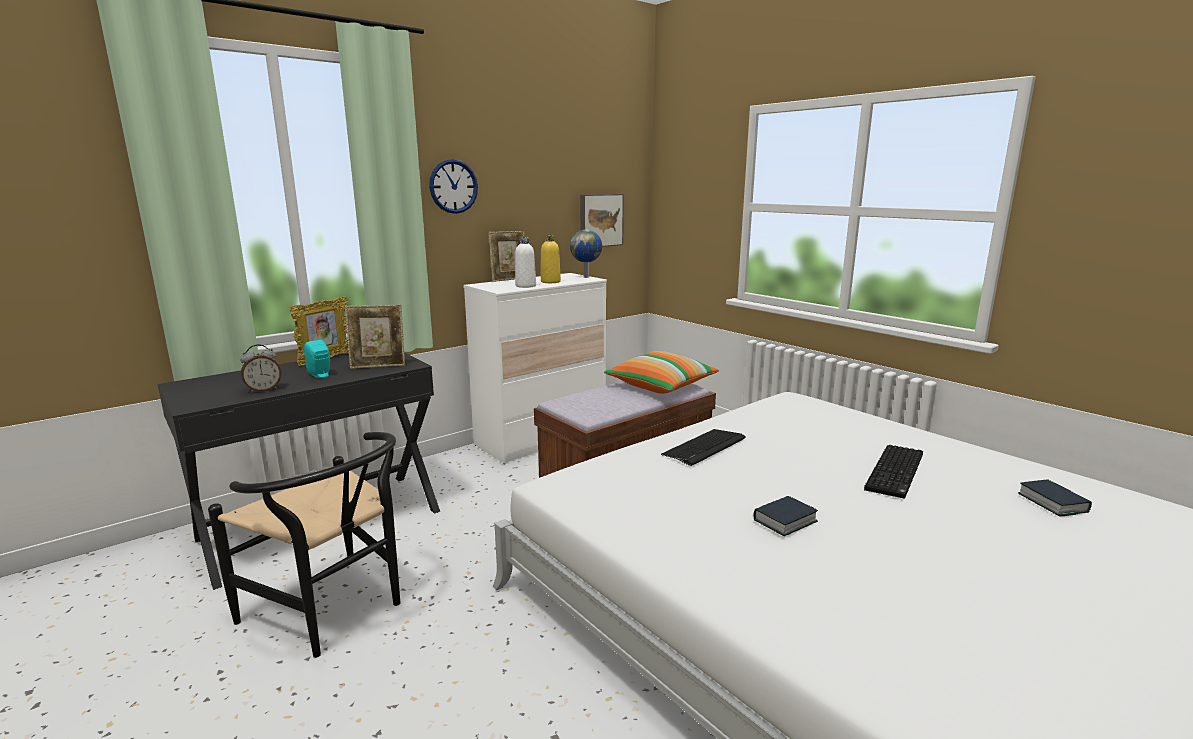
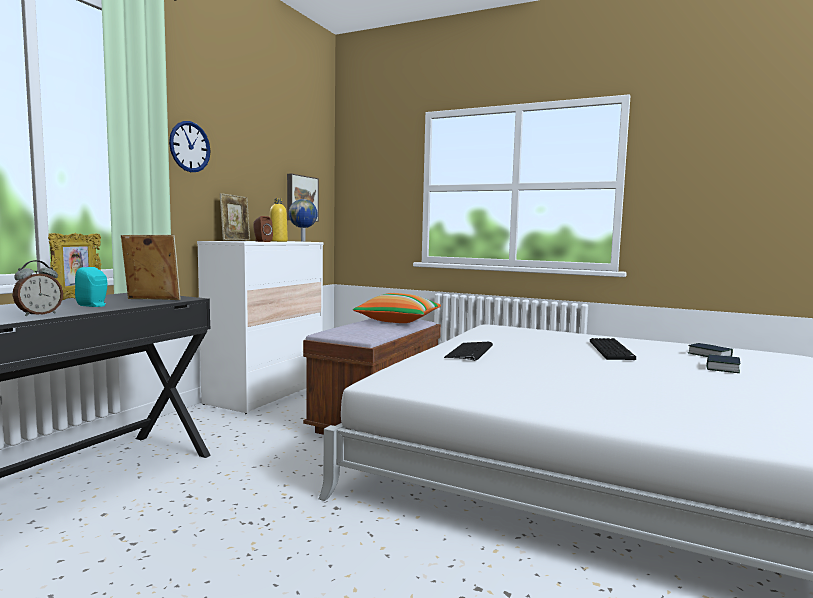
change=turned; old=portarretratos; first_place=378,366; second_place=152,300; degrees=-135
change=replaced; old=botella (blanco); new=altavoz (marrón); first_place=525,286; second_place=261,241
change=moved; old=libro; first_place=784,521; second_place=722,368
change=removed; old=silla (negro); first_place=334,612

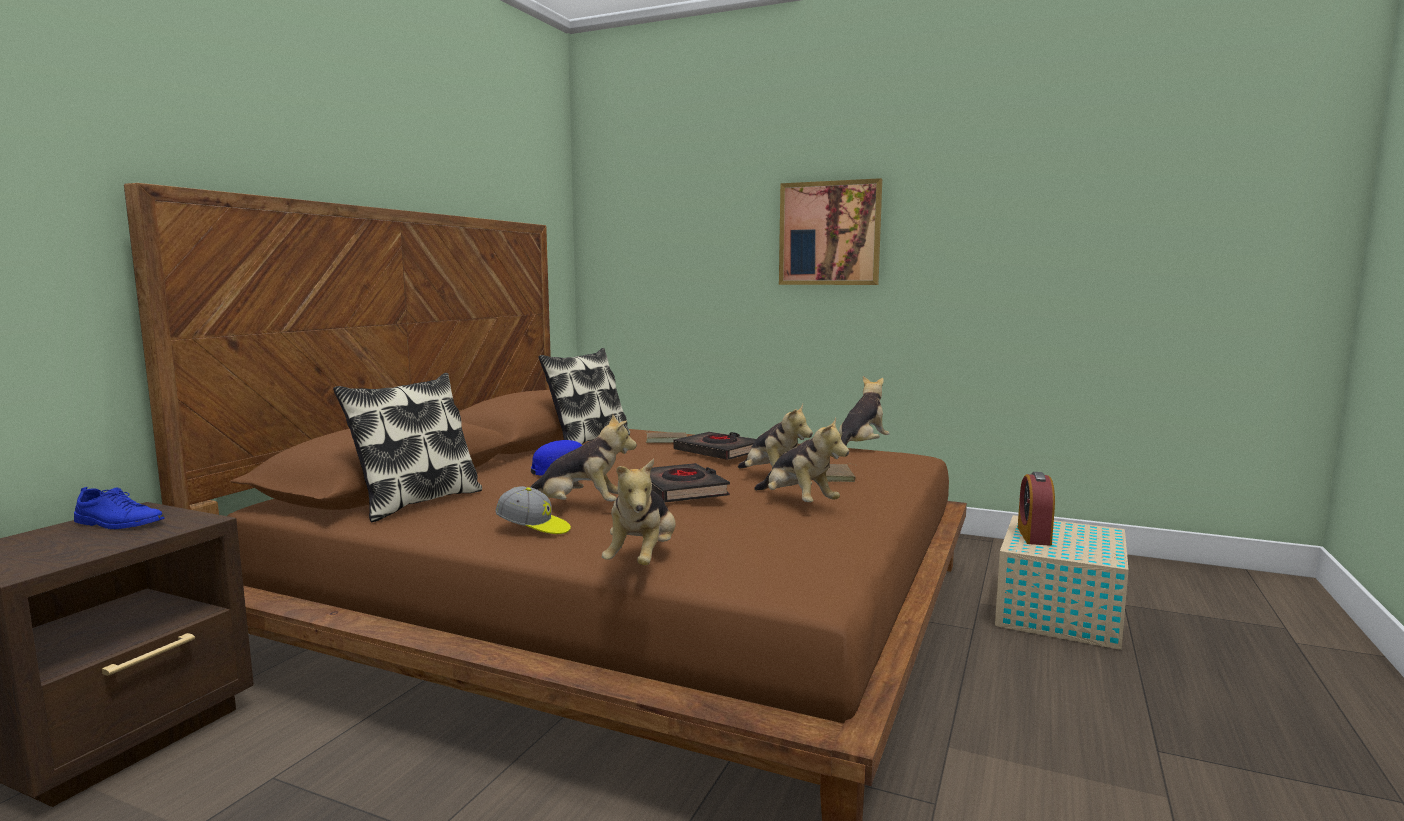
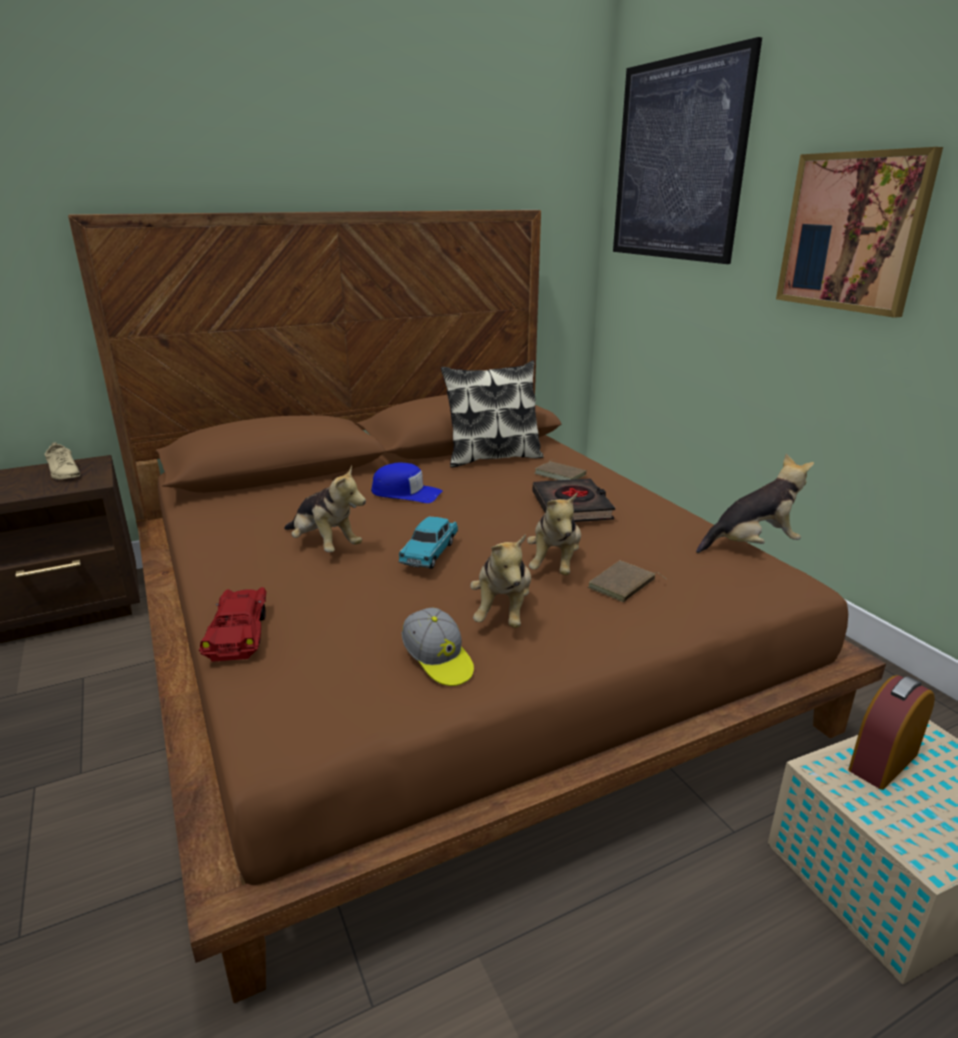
change=recoloured; old=zapato (azul); new=zapato (beis); first_place=119,523; second_place=64,472
change=replaced; old=peluche; new=coche de juguete (rojo); first_place=642,560; second_place=240,632
change=replaced; old=libro (negro); new=coche de juguete (turquesa); first_place=681,490; second_place=429,553
change=moved; old=gorra; first_place=534,528; second_place=438,661
change=added; new=cuadro; second_place=677,161
change=removed; old=cojín; first_place=416,502

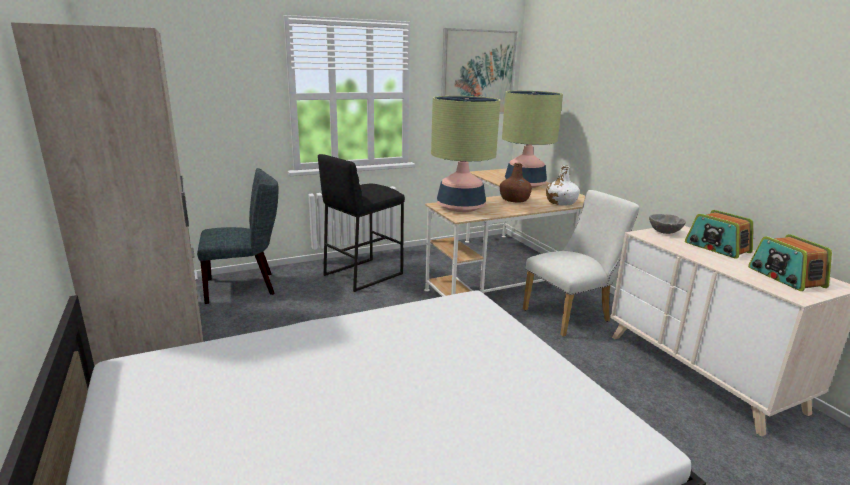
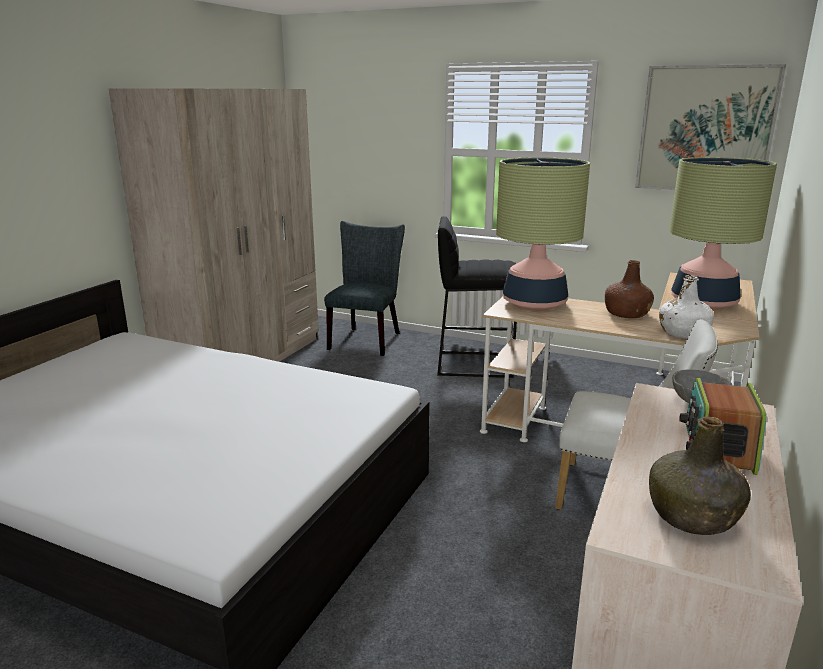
change=turned; old=silla (gris); first_place=245,286; second_place=367,339; degrees=-105
change=replaced; old=radio; new=botella (verde); first_place=785,277; second_place=693,516

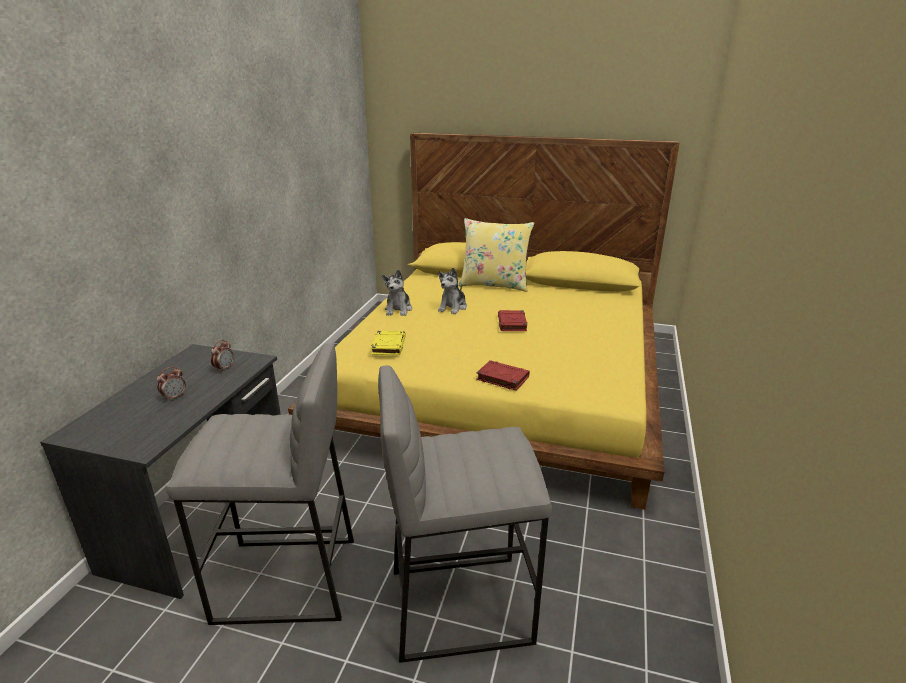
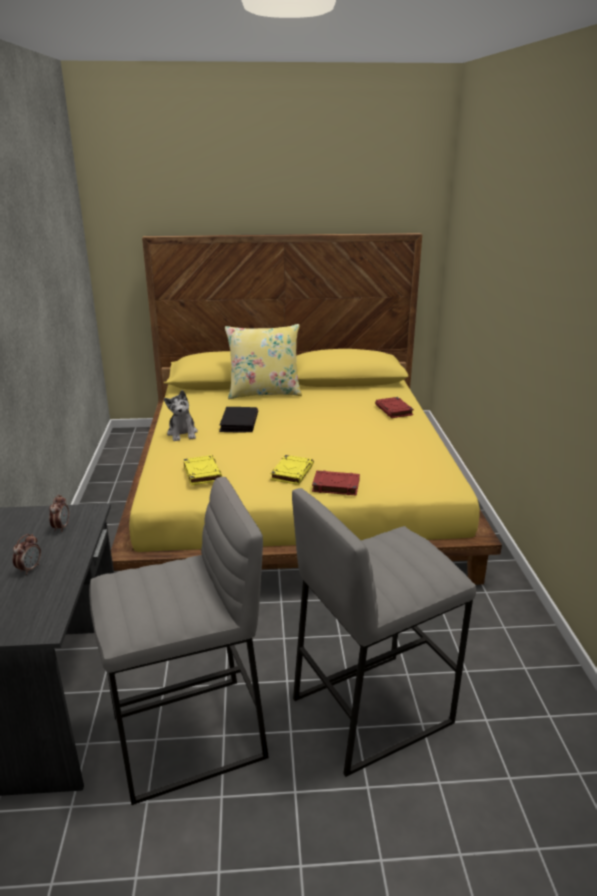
change=replaced; old=peluche; new=libro (negro); first_place=453,307; second_place=239,422
change=added; new=libro (amarillo); second_place=292,472
change=moved; old=libro (rojo); first_place=512,324; second_place=394,410

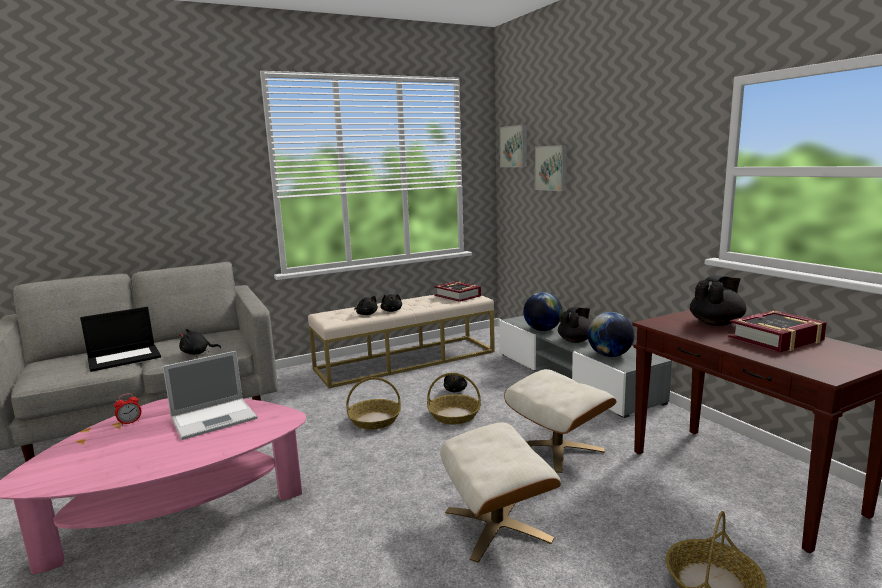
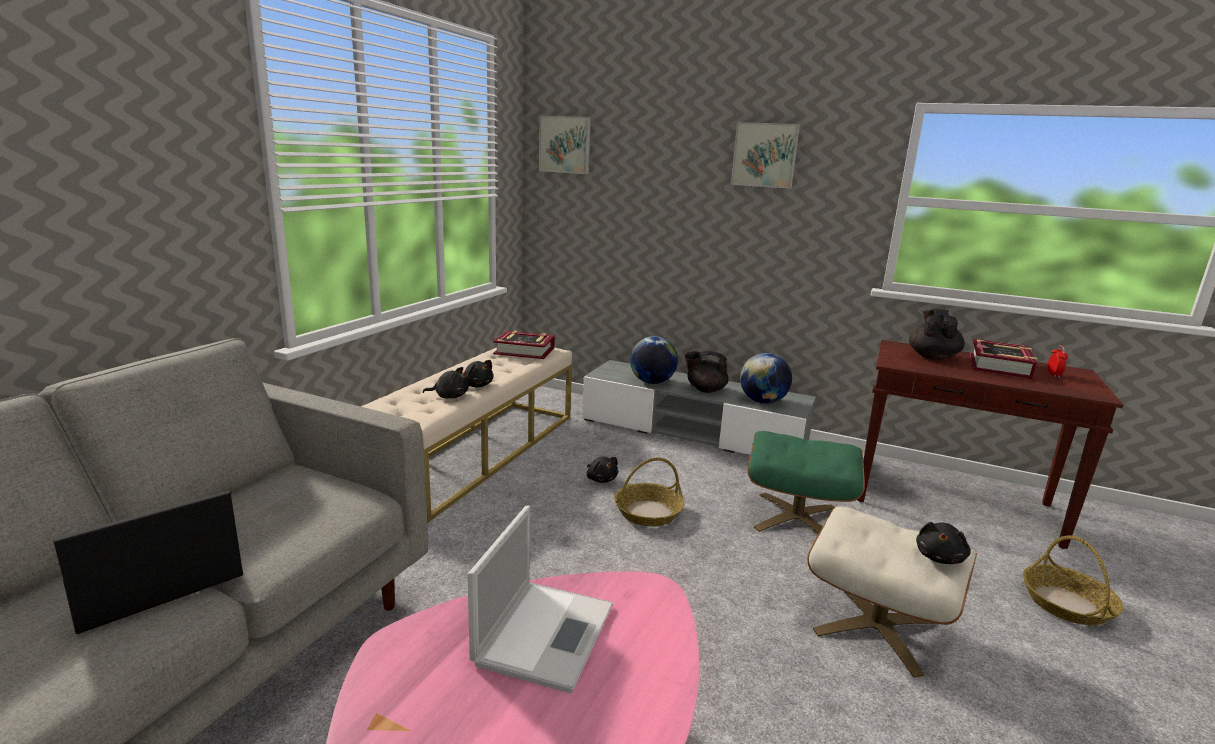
change=turned; old=portátil; first_place=125,358; second_place=154,582; degrees=-150
change=turned; old=tetera (negro); first_place=576,340; second_place=705,390; degrees=-90
change=moved; old=cuadro; first_place=552,168; second_place=765,155
change=recoloured; old=puf (beis); new=puf (verde); first_place=558,448; second_place=796,518
change=moved; old=peluche (negro); first_place=197,353; second_place=940,557
change=moved; old=despertador; first_place=130,422; second_place=1053,375
change=removed; old=cesta; first_place=375,420

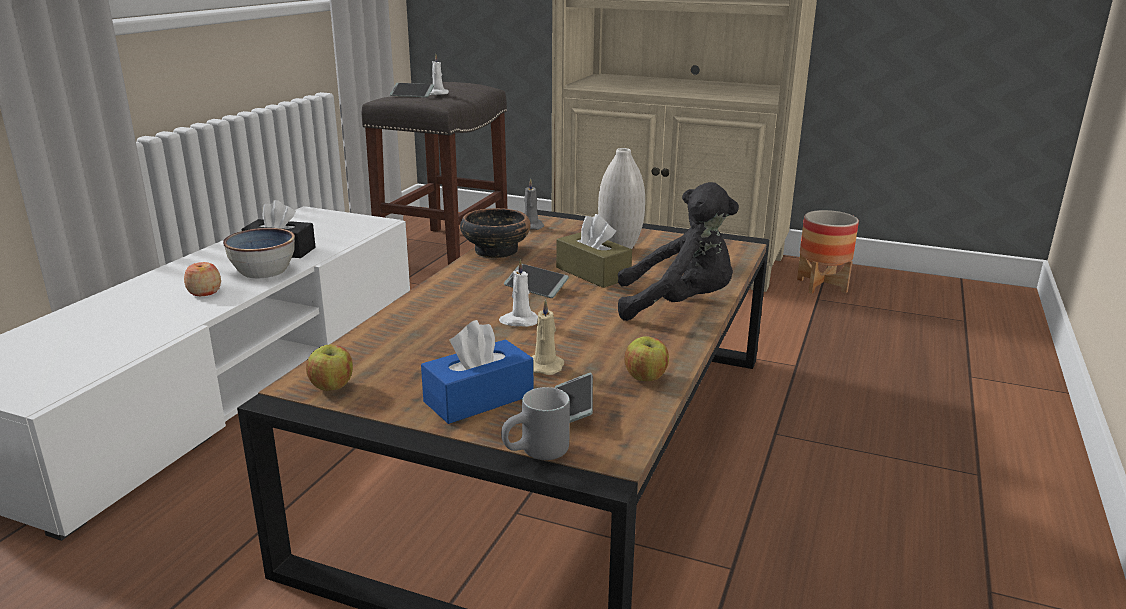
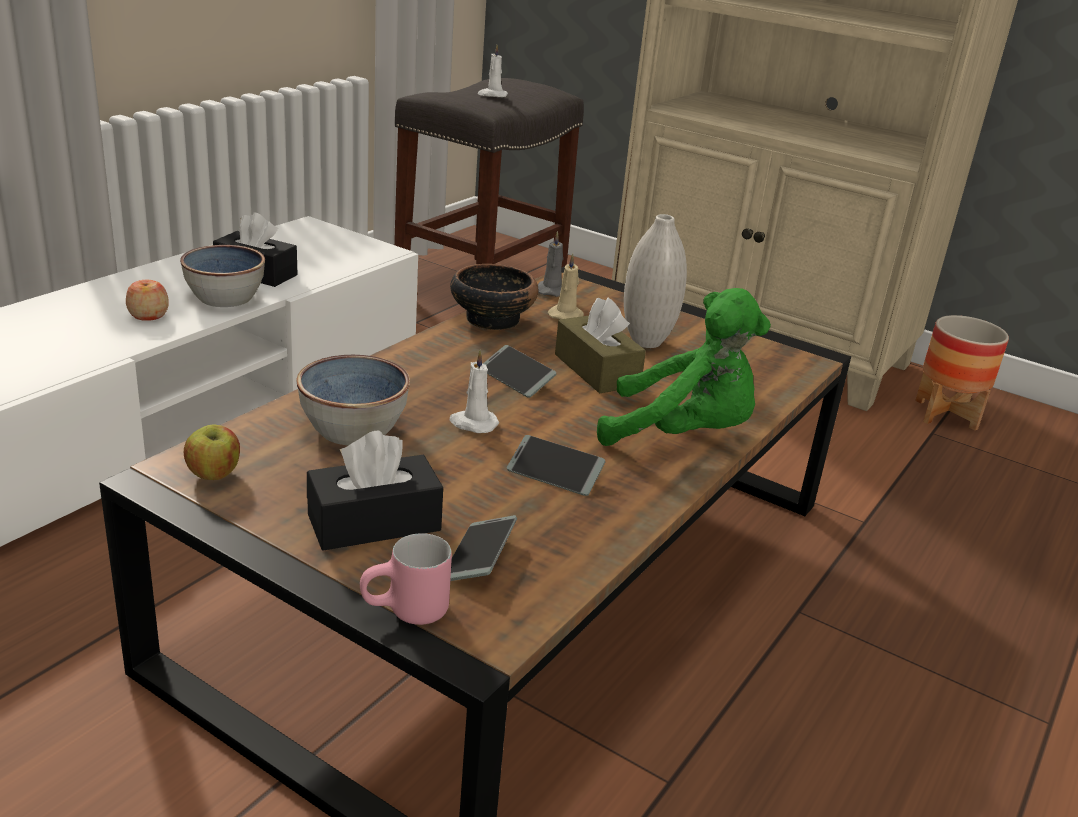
change=added; new=cuenco; second_place=353,430
change=recoloured; old=caja de pañuelos (azul); new=caja de pañuelos (negro); first_place=478,398; second_place=374,523
change=recoloured; old=taza grande (gris); new=taza grande (rosa); first_place=537,455; second_place=406,614
change=moved; old=móvil; first_place=412,95; second_place=554,474
change=moved; old=vela (beis); first_place=545,366; second_place=566,315
change=recoloured; old=peluche (negro); new=peluche (verde); first_place=678,305; second_place=682,435
change=removed; old=manzana; first_place=645,378

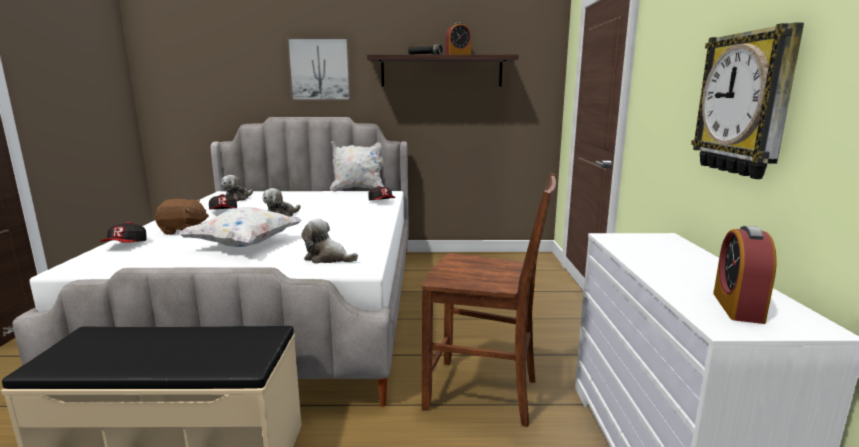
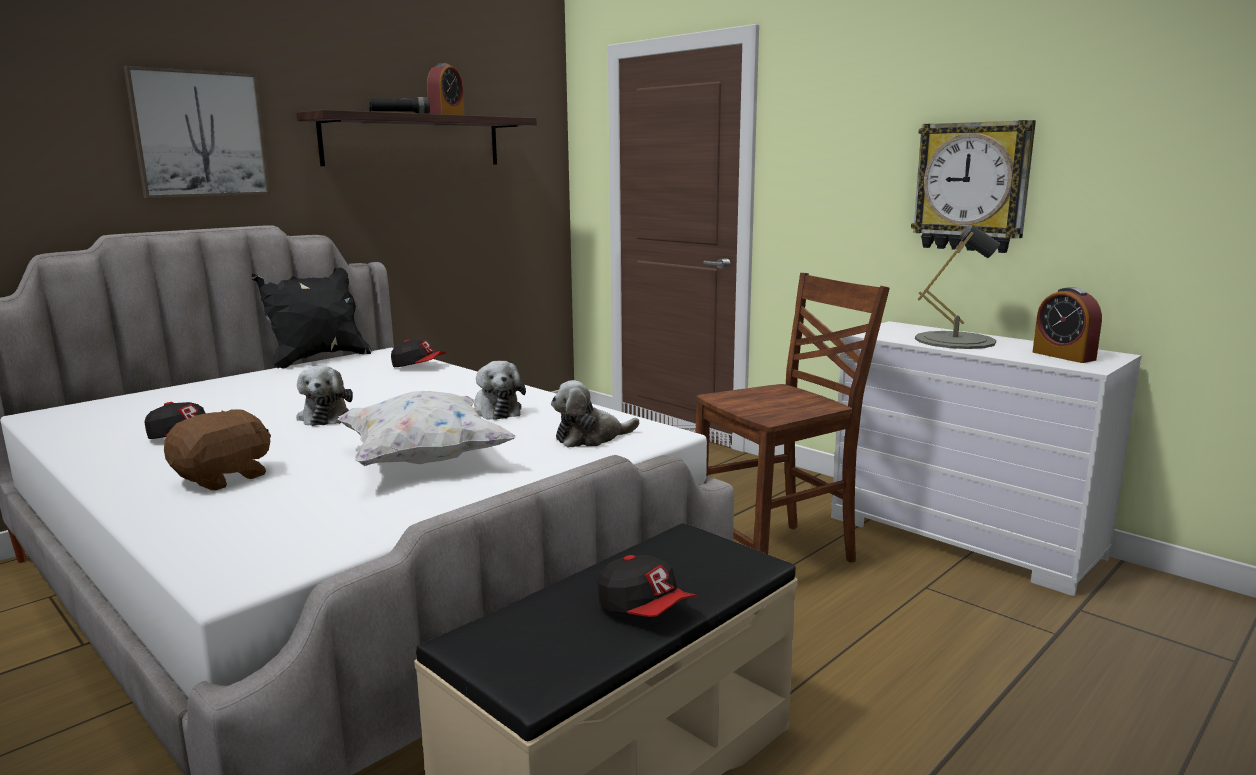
change=recoloured; old=cojín (blanco); new=cojín (negro); first_place=358,190; second_place=317,359
change=moved; old=peluche; first_place=237,198; second_place=495,411
change=moved; old=gorra; first_place=126,245; second_place=644,609
change=added; new=lámpara de mesa (gris); second_place=955,340

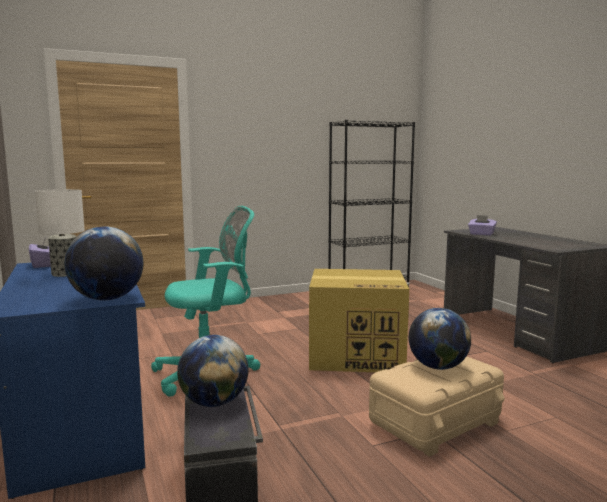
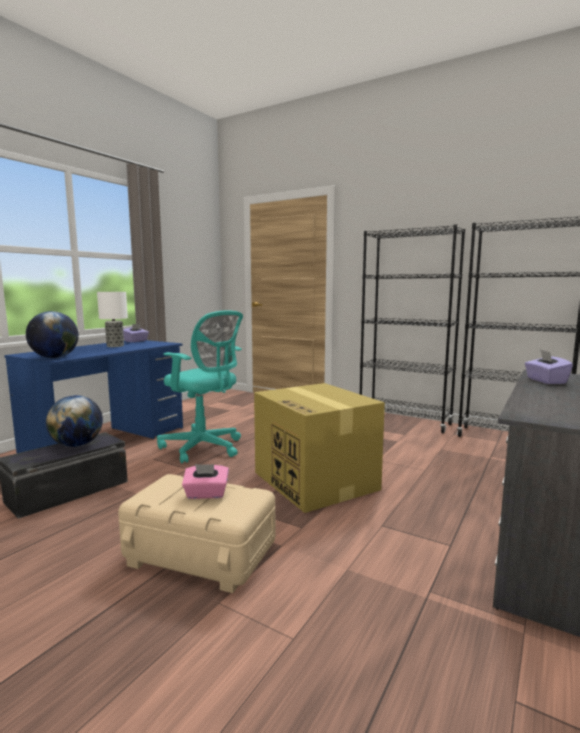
change=replaced; old=globo terráqueo; new=caja de pañuelos (rosa); first_place=438,367; second_place=206,494
change=added; new=estantería (negro); second_place=404,422

